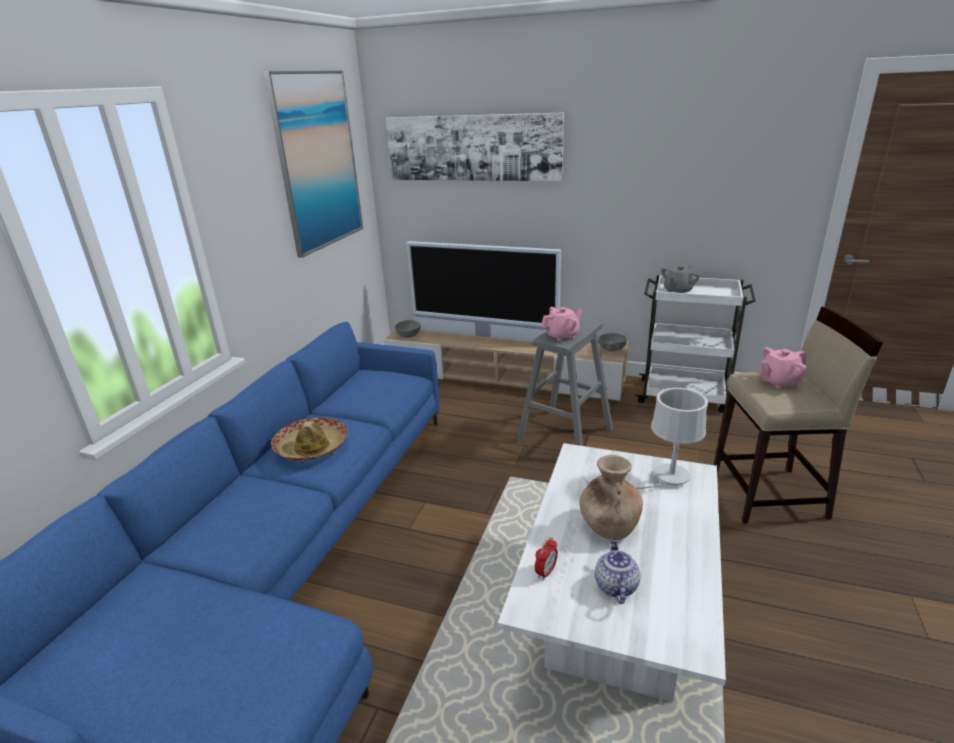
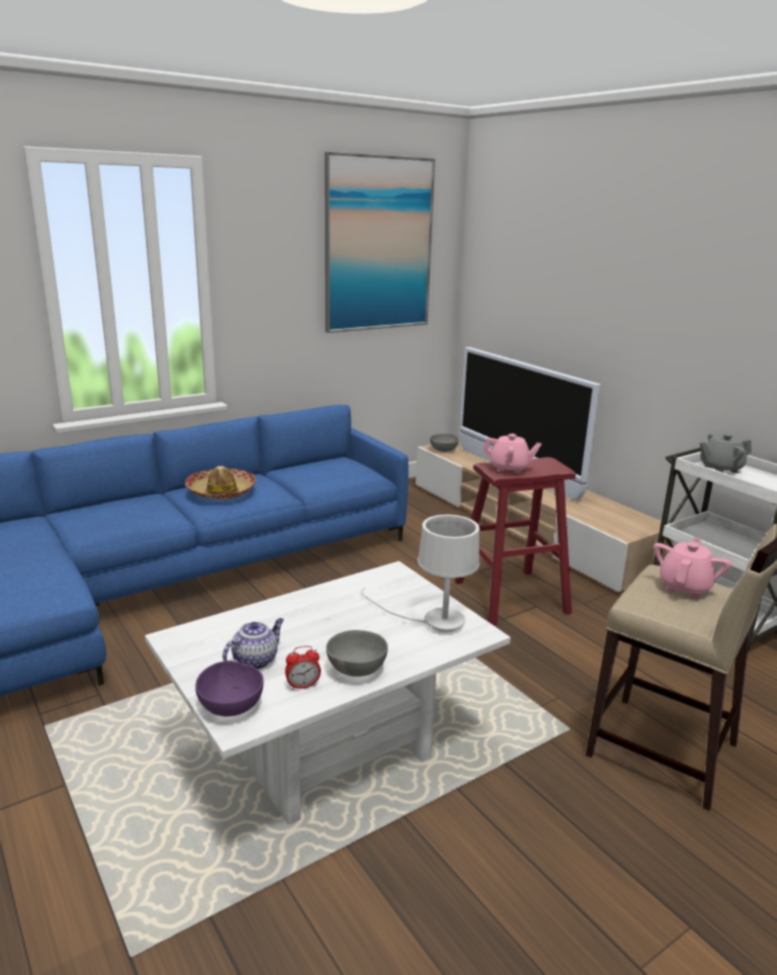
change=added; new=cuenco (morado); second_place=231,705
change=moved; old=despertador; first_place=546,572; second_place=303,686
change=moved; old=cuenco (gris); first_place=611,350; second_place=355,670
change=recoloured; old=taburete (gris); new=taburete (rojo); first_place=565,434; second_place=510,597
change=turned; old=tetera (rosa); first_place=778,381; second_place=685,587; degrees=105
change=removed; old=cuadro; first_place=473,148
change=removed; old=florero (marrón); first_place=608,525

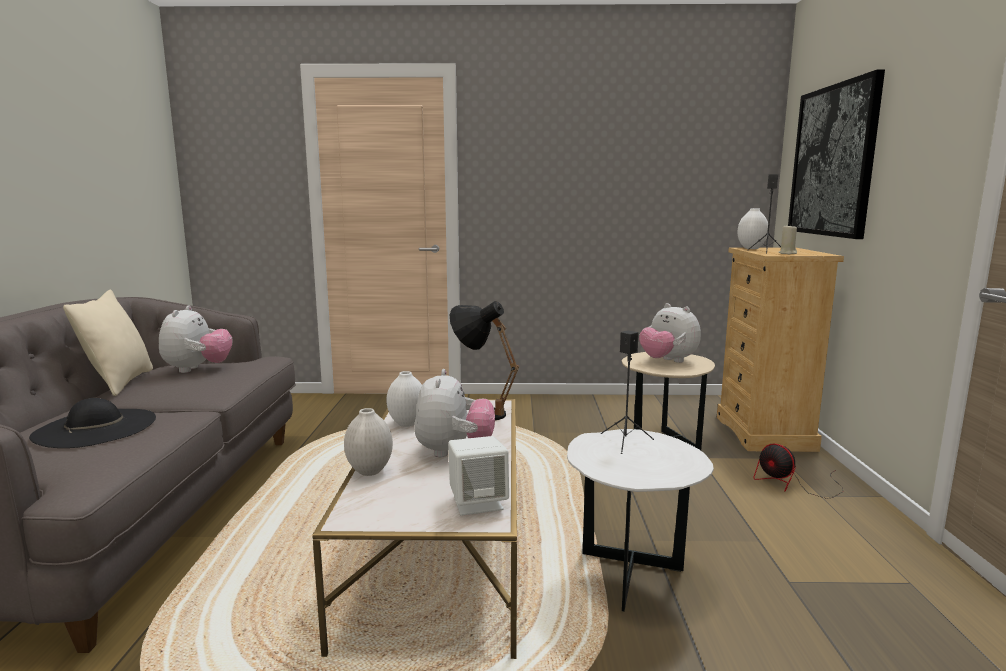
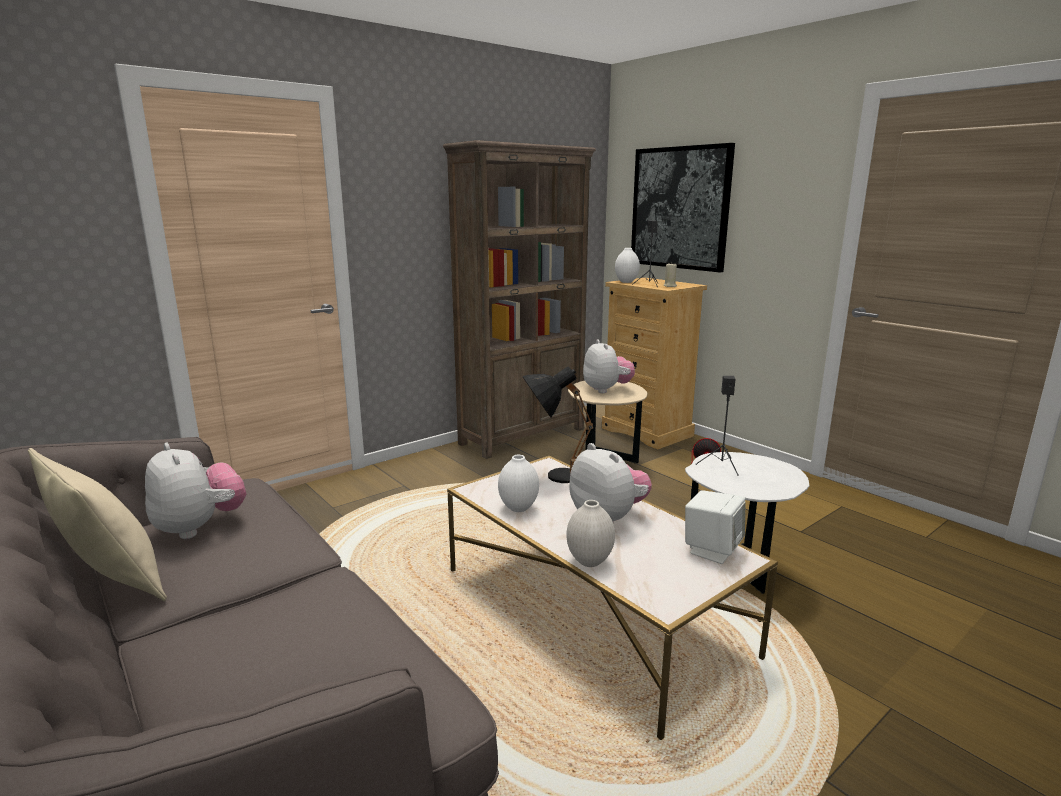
change=added; new=estantería (marrón); second_place=523,436
change=turned; old=peluche; first_place=668,361; second_place=606,390; degrees=-120
change=removed; old=sombrero (negro); first_place=95,427

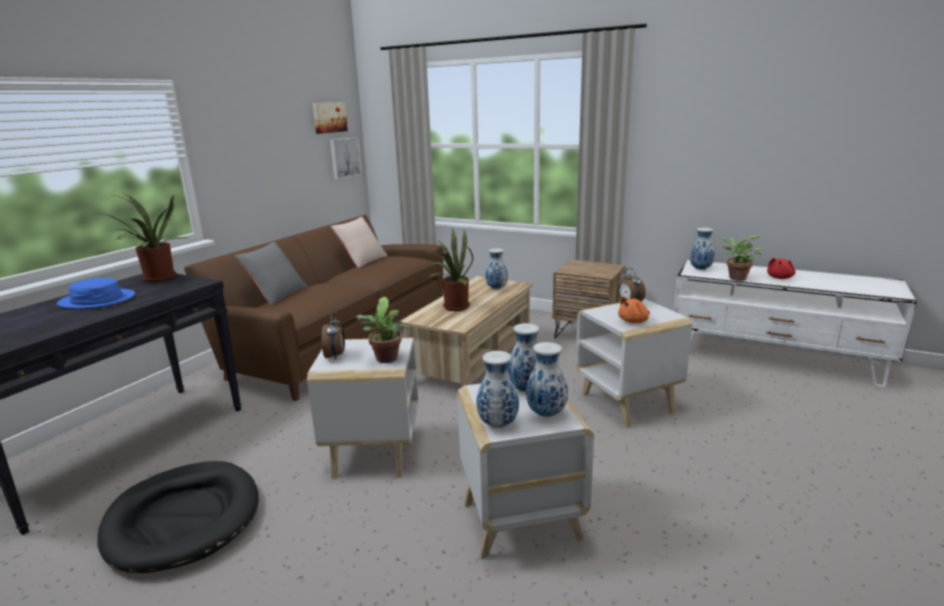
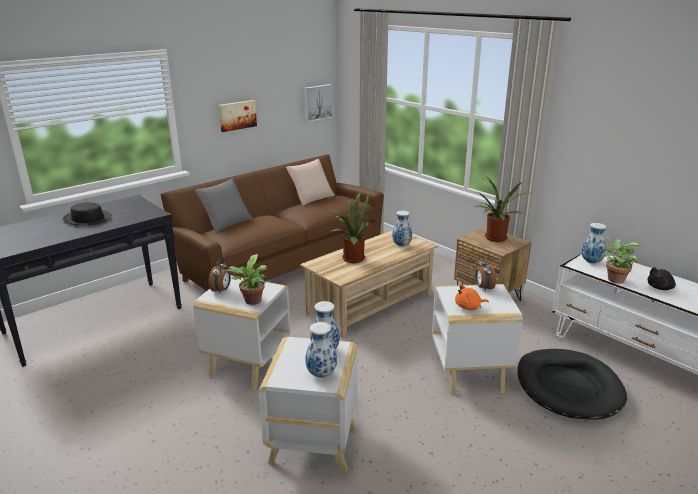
change=recoloured; old=sombrero (azul); new=sombrero (negro); first_place=97,300; second_place=87,218
change=moved; old=cuadro; first_place=329,117; second_place=237,115
change=moved; old=planta en maceta; first_place=157,279; second_place=495,239
change=moved; old=cama para perro (negro); first_place=184,519; second_place=568,387
change=recoloured; old=peluche (rojo); new=peluche (negro); first_place=780,278; second_place=660,287
change=removed; old=florero; first_place=497,424

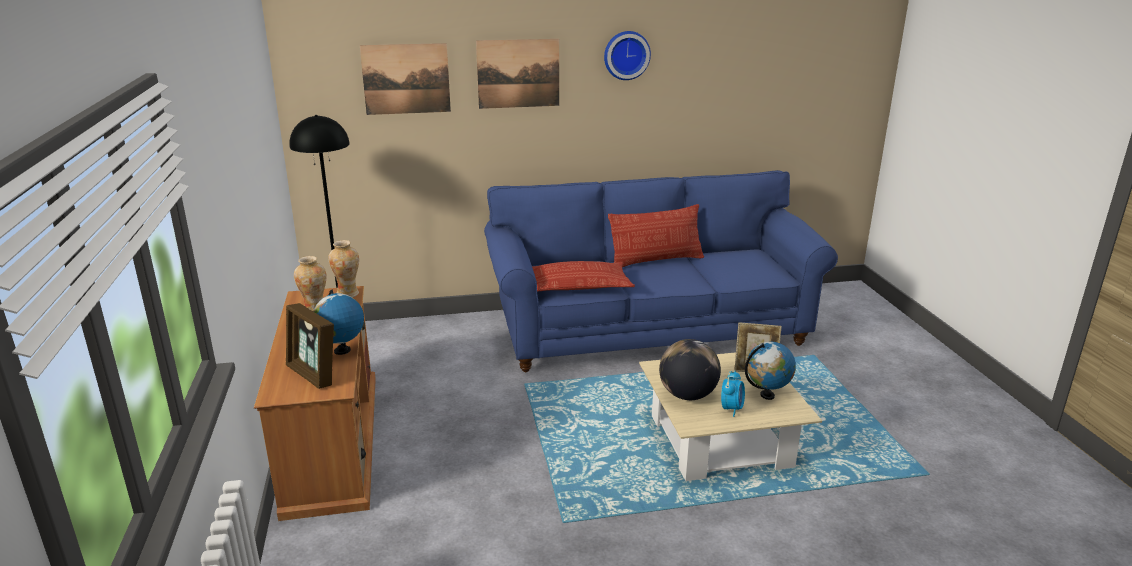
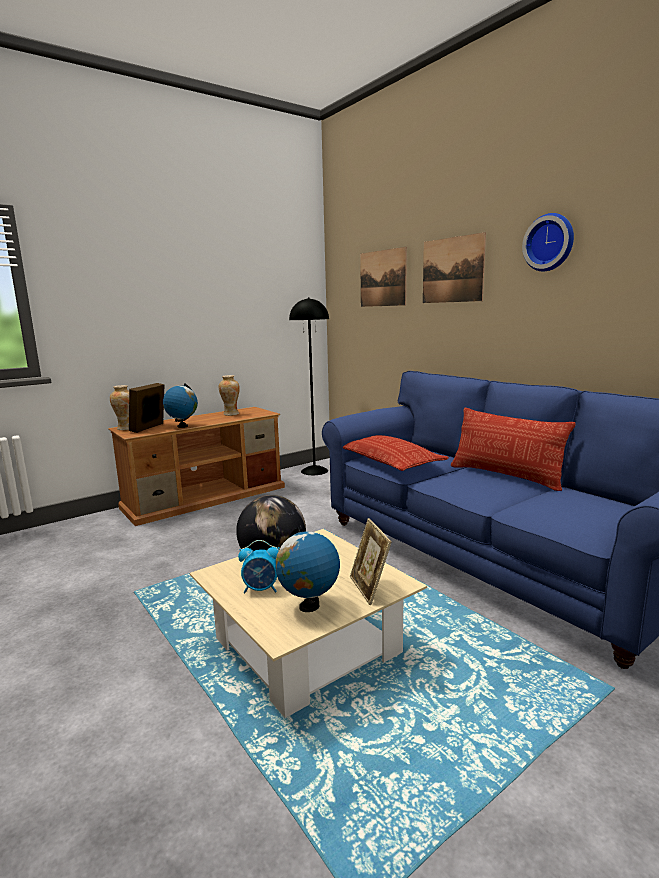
change=moved; old=florero; first_place=348,294; second_place=126,428

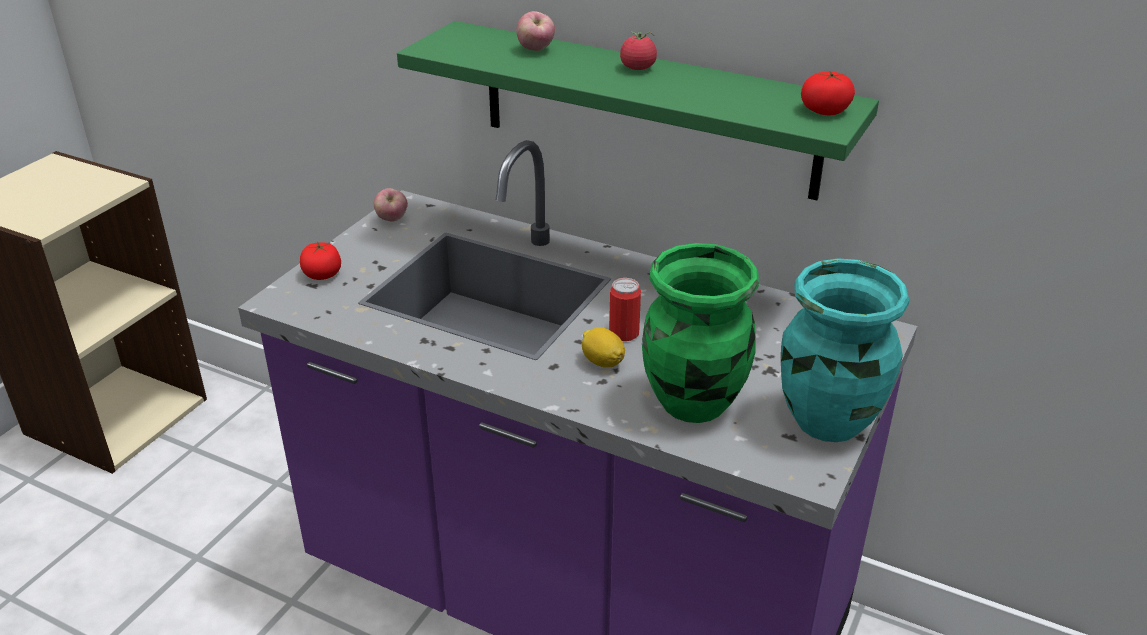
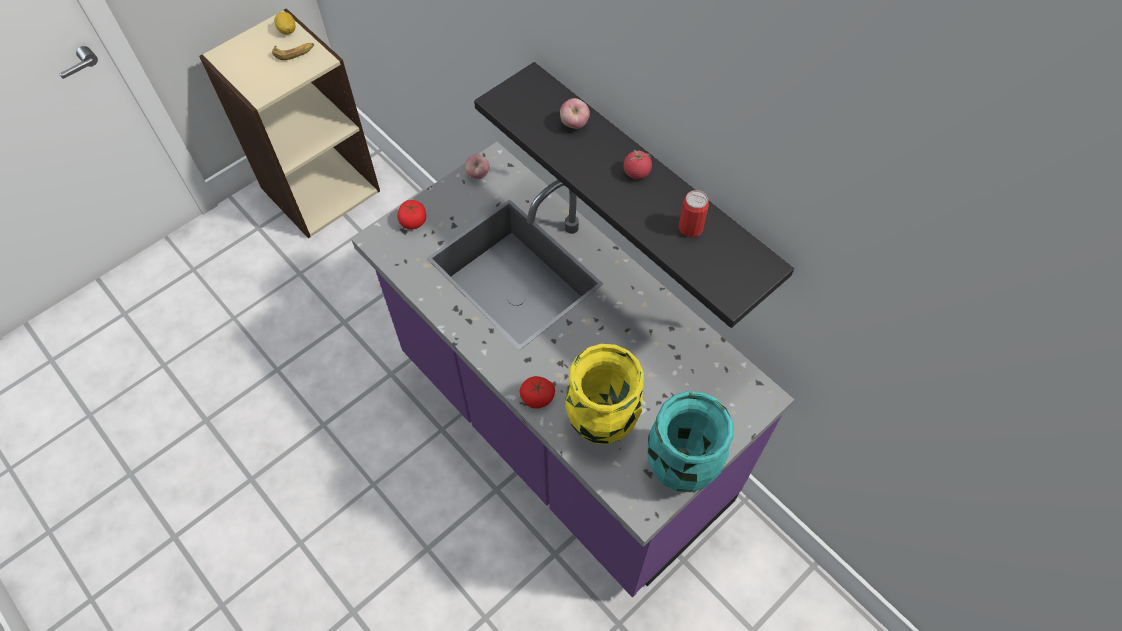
change=added; new=plátano; second_place=294,52
change=moved; old=limón; first_place=602,362; second_place=287,30
change=recoloured; old=estante (verde); new=estante (negro); first_place=647,109; second_place=650,185
change=moved; old=tomate; first_place=825,110; second_place=537,397
change=recoloured; old=florero (verde); new=florero (amarillo); first_place=693,404; second_place=601,423
change=moved; old=lata; first_place=624,333; second_place=690,228

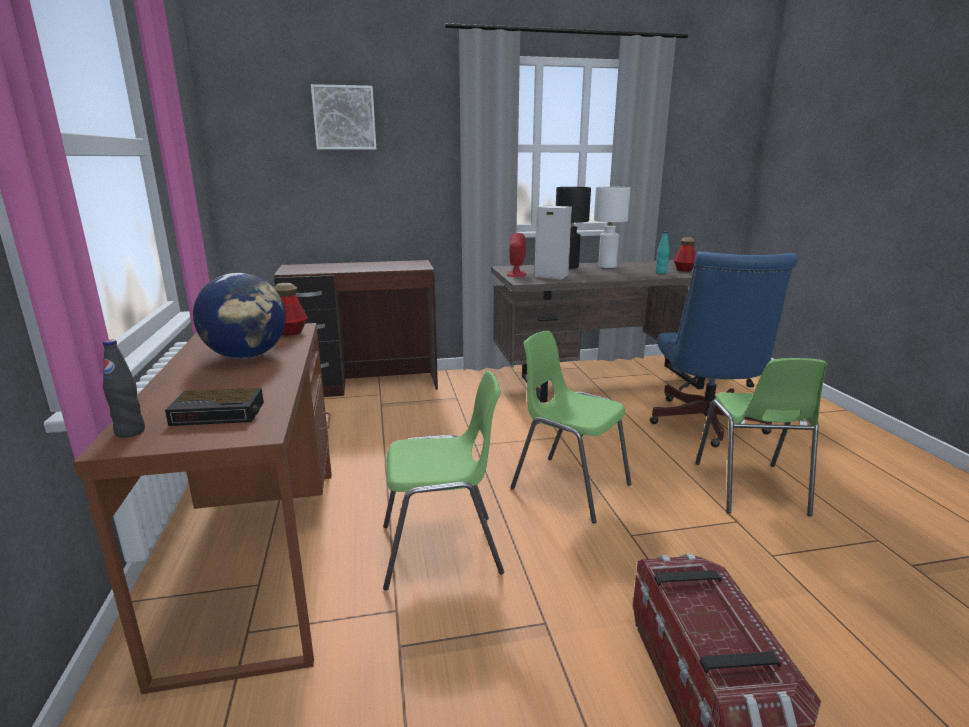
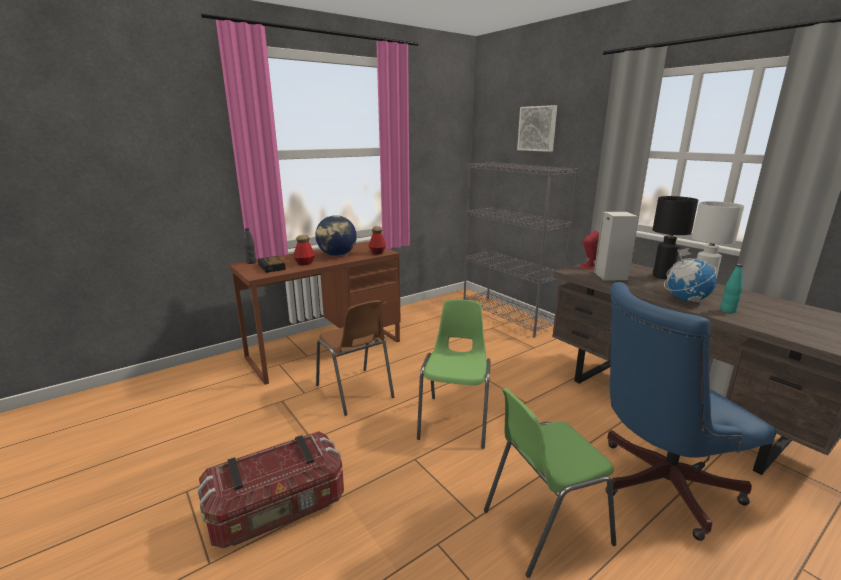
change=moved; old=botella; first_place=684,270; second_place=304,263
change=recoloured; old=silla (verde); new=silla (marrón); first_place=442,550; second_place=355,391
change=replaced; old=escritorio (marrón); new=estantería (gris); first_place=365,385; second_place=509,316
change=added; new=globo terráqueo; second_place=685,299

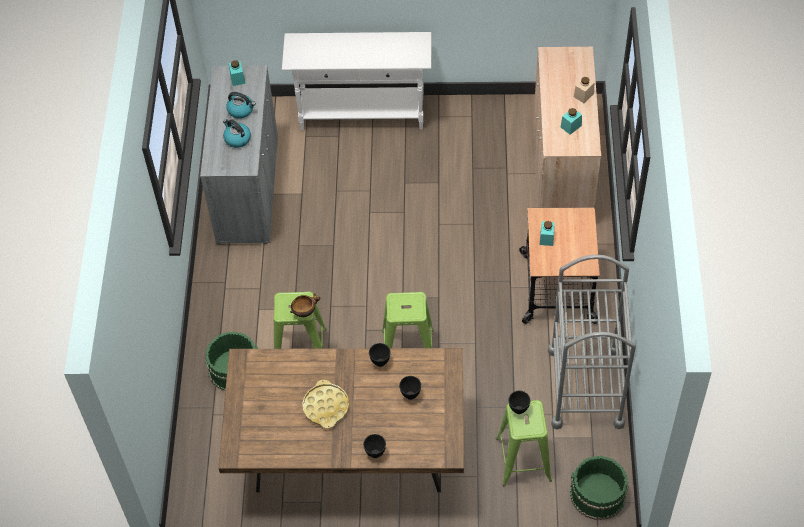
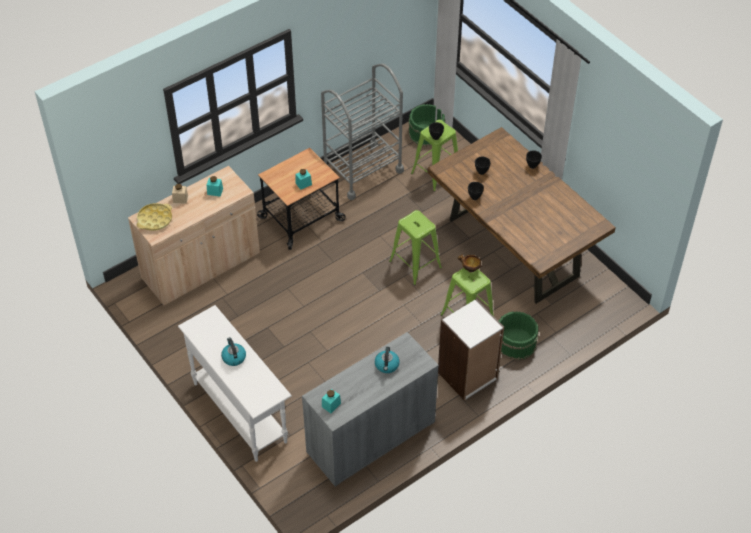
change=moved; old=bandeja (amarillo); first_place=326,407; second_place=154,219
change=moved; old=hervidor; first_place=241,110; second_place=233,357
change=added; new=estantería (blanco); second_place=468,376

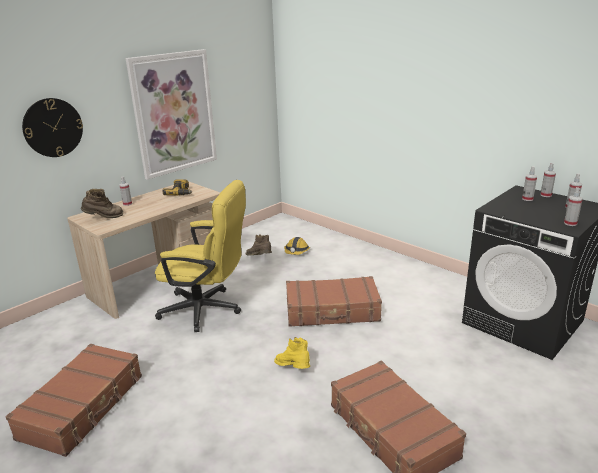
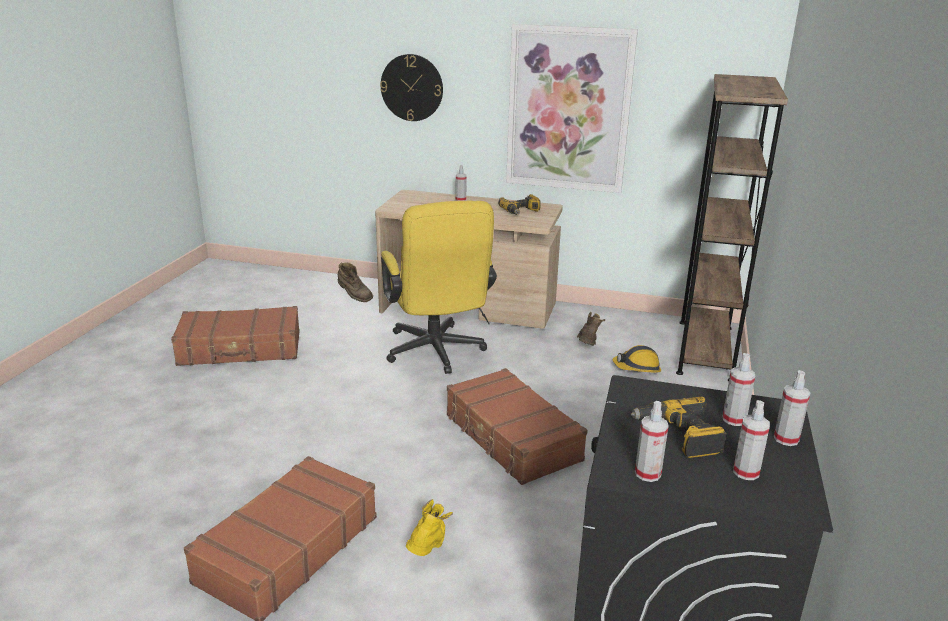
change=moved; old=bota (marrón); first_place=104,218; second_place=354,297
change=moved; old=bota (amarillo); first_place=293,369; second_place=428,549
change=added; new=taladro; second_place=679,436
change=added; new=estantería (marrón); second_place=705,349

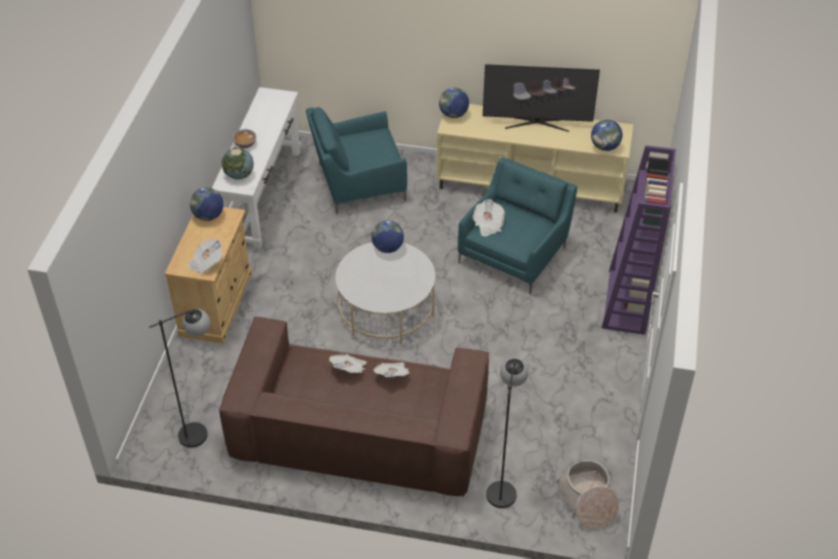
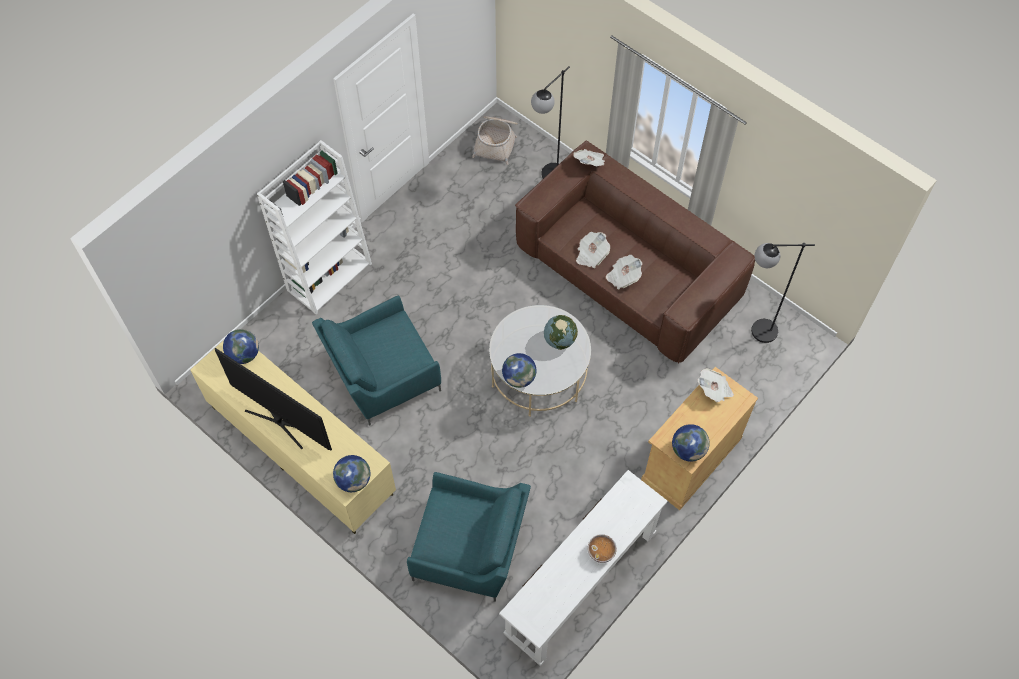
change=recoloured; old=estantería (morado); new=estantería (blanco); first_place=627,302; second_place=329,276
change=moved; old=globo terráqueo; first_place=239,175; second_place=560,340
change=moved; old=periódico; first_place=488,225; second_place=590,163

